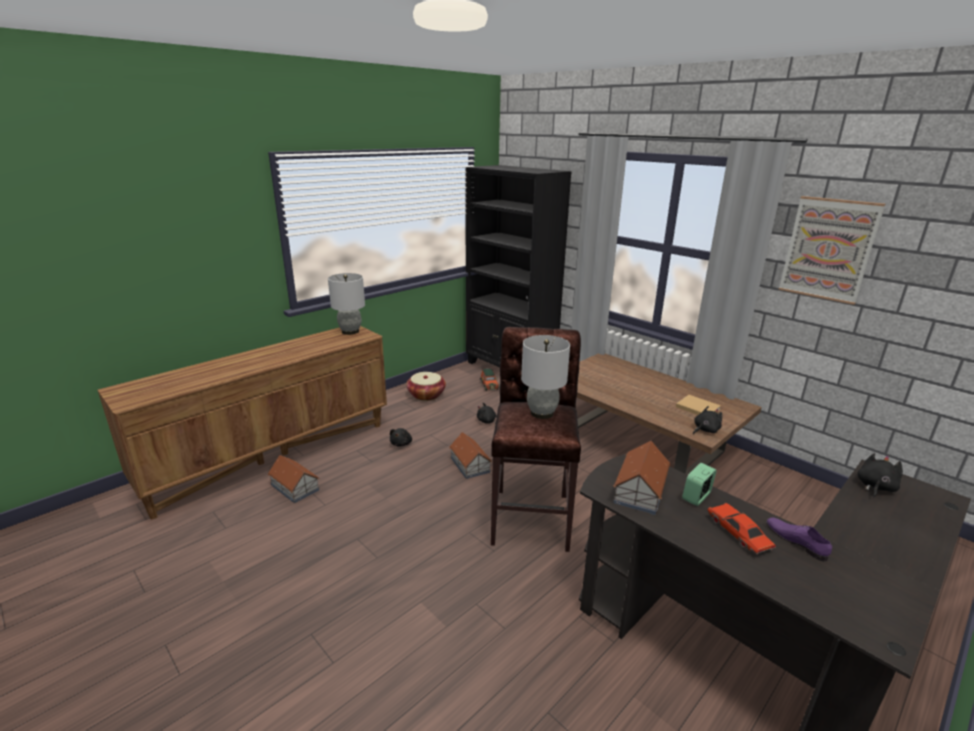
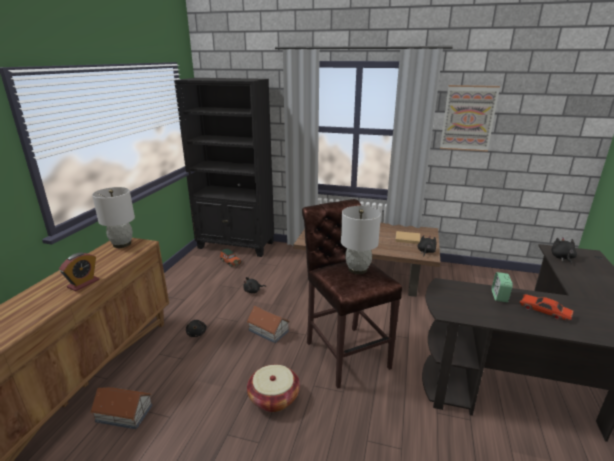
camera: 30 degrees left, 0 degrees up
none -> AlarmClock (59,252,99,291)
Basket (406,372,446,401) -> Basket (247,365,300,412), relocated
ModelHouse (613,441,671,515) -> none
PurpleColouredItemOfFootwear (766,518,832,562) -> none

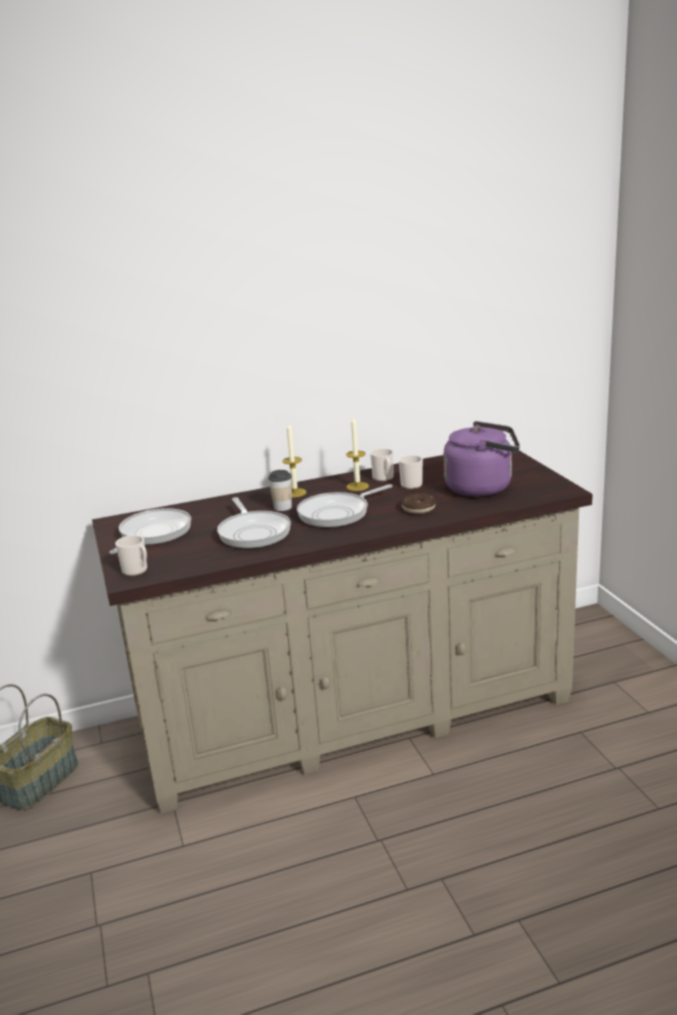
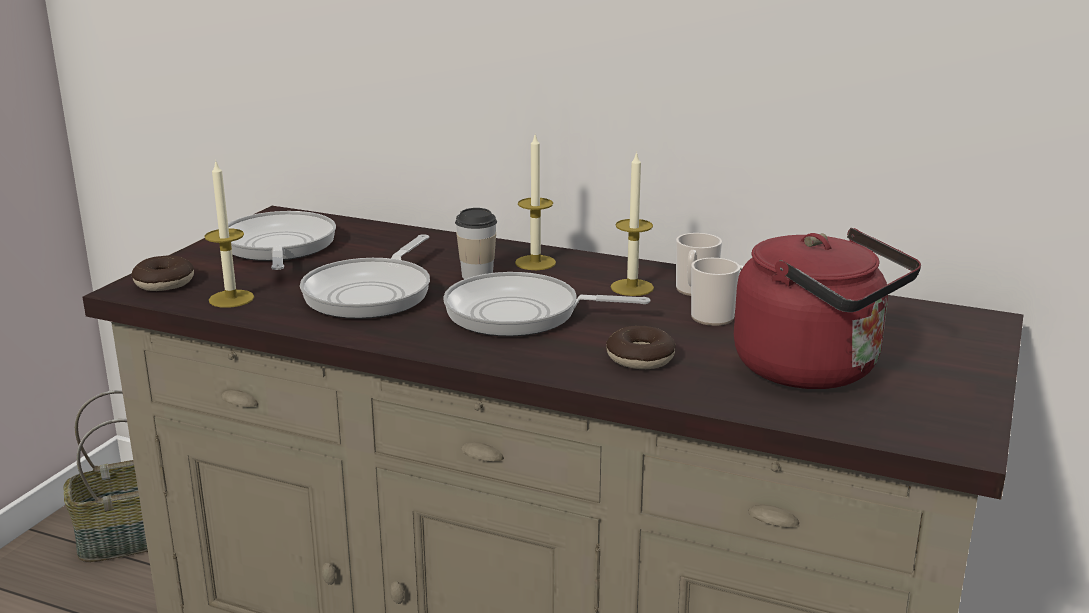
camera: 40 degrees right, 0 degrees up
TeaMug (115,535,147,576) -> RingDoughnut (131,256,194,291)
none -> WaxLight (204,159,254,308)
FryingPan (109,508,191,554) -> FryingPan (228,211,336,270), 75 degrees counterclockwise
PurpleColouredKettle (444,421,520,497) -> RedColouredKettle (734,228,921,389)

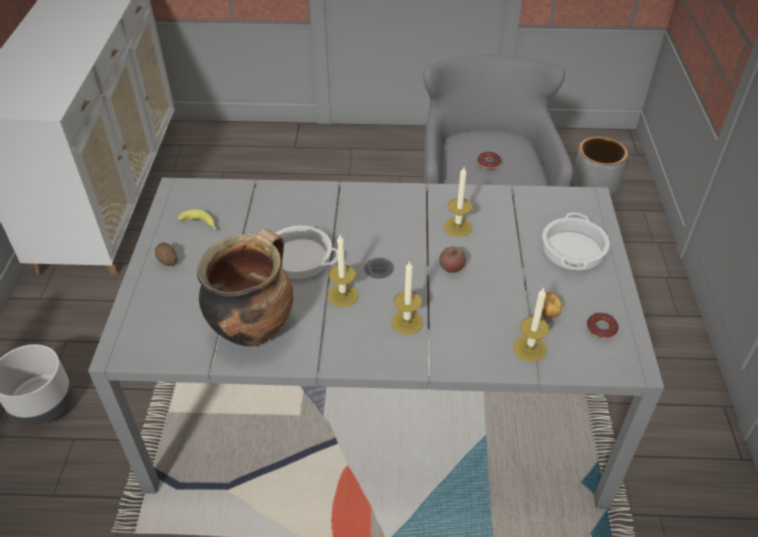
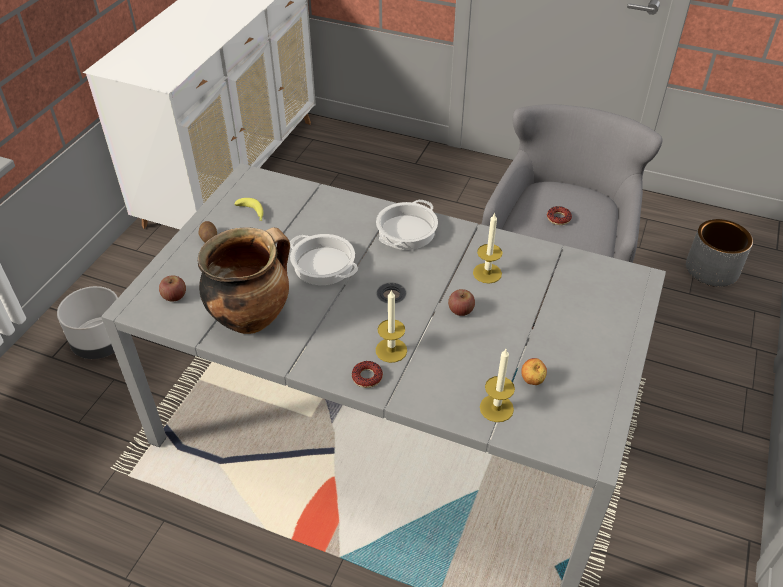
camera: 20 degrees right, 0 degrees up
none -> AppleFruit (159,275,186,302)
RingDoughnut (587,313,618,339) -> RingDoughnut (352,361,383,388), relocated
CookingPot (542,213,610,270) -> CookingPot (376,200,438,250), relocated
WaxLight (328,235,358,307) -> none

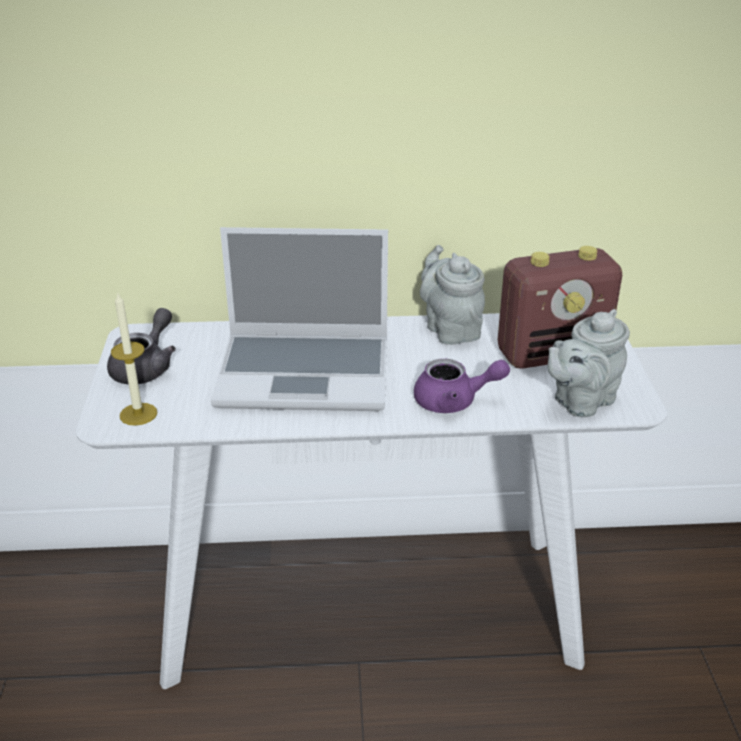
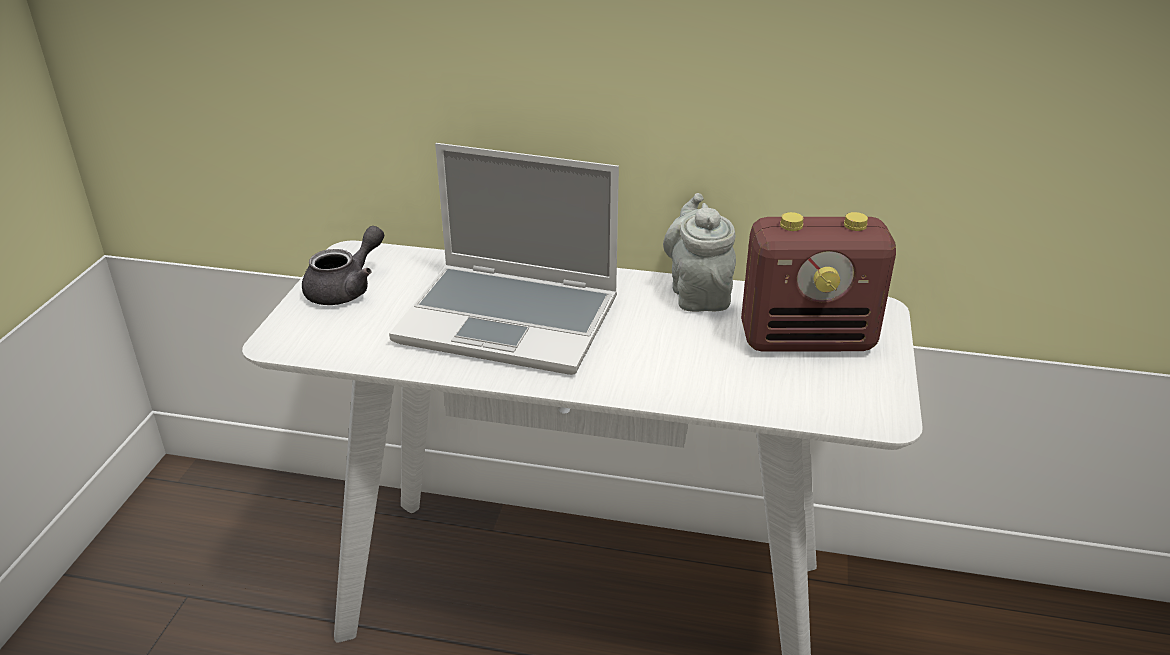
camera: 15 degrees right, 0 degrees up
WaxLight (111,293,157,426) -> none
PurpleColouredTeapot (414,359,510,413) -> none
GreyishTeapot (547,309,630,417) -> none

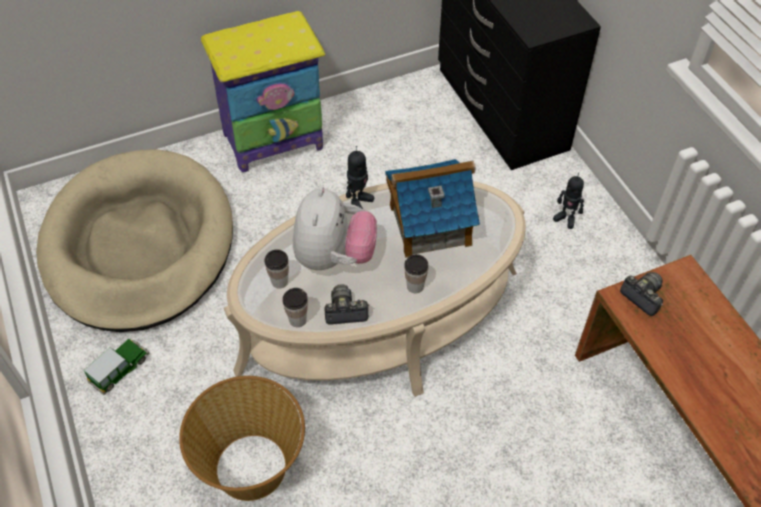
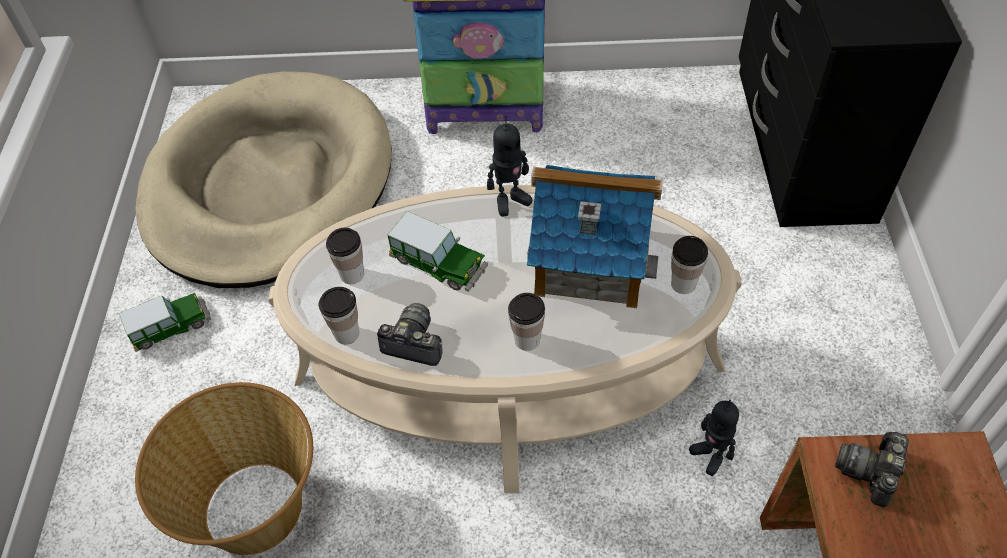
camera: 25 degrees right, 0 degrees up
SoftToy (293,186,377,270) -> ModelCar (388,211,488,292)
none -> SmallCup (671,236,708,294)
ToyRobot (553,172,584,229) -> ToyRobot (689,400,739,476), relocated
PhotoCamera (620,272,663,316) -> PhotoCamera (835,431,909,508), 135 degrees counterclockwise

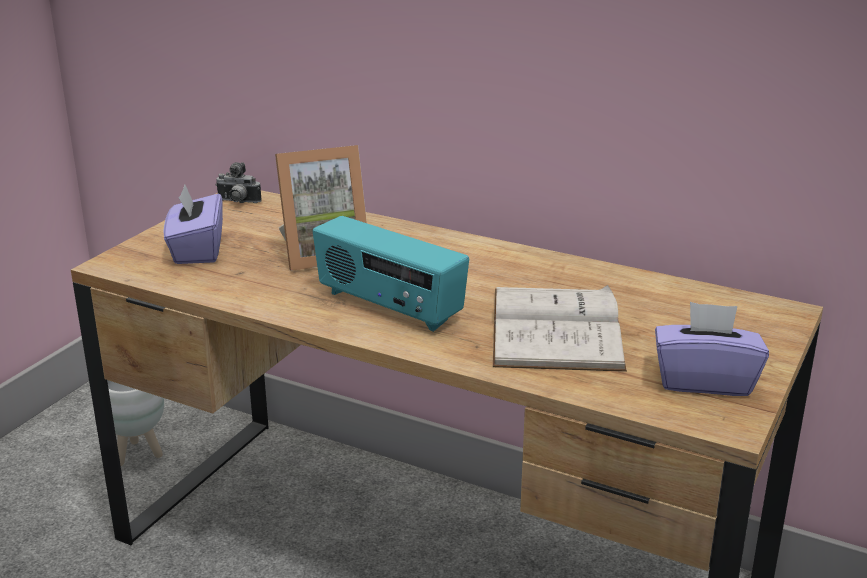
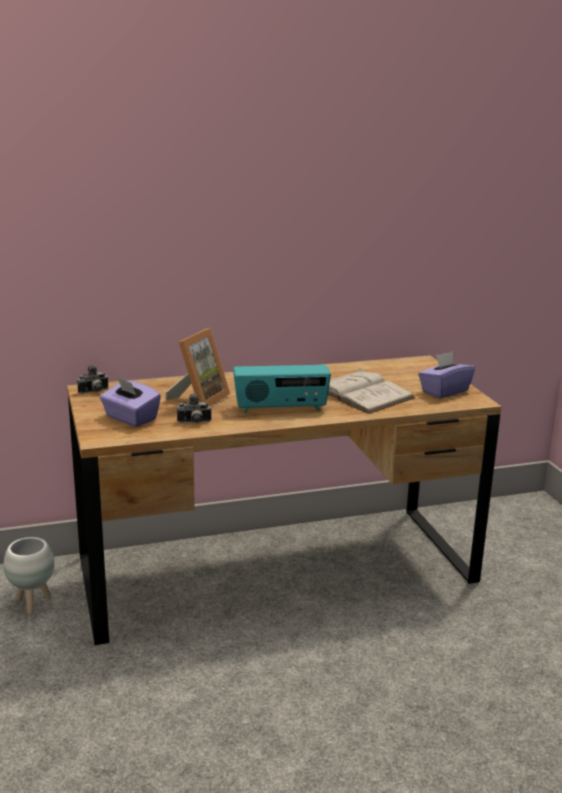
camera: 45 degrees left, 5 degrees down
none -> PhotoCamera (177,393,212,423)

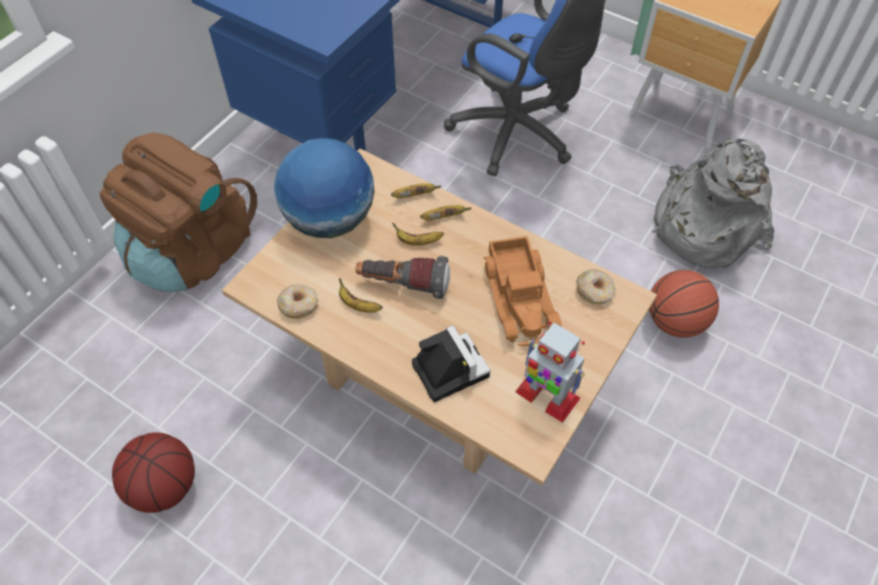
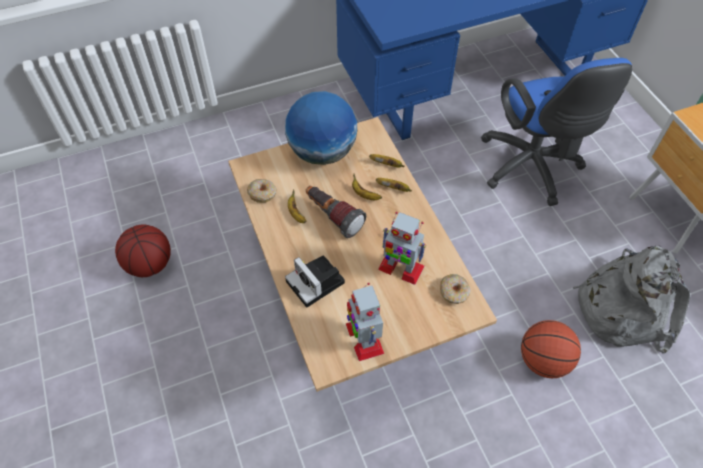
camera: 35 degrees right, 0 degrees up
PhotoCamera (412,325,490,402) -> PhotoCamera (285,255,345,307), 135 degrees clockwise
ToyTruck (483,236,562,346) -> ToyRobot (378,212,426,285)
BrownishKnapsack (100,132,257,292) -> none

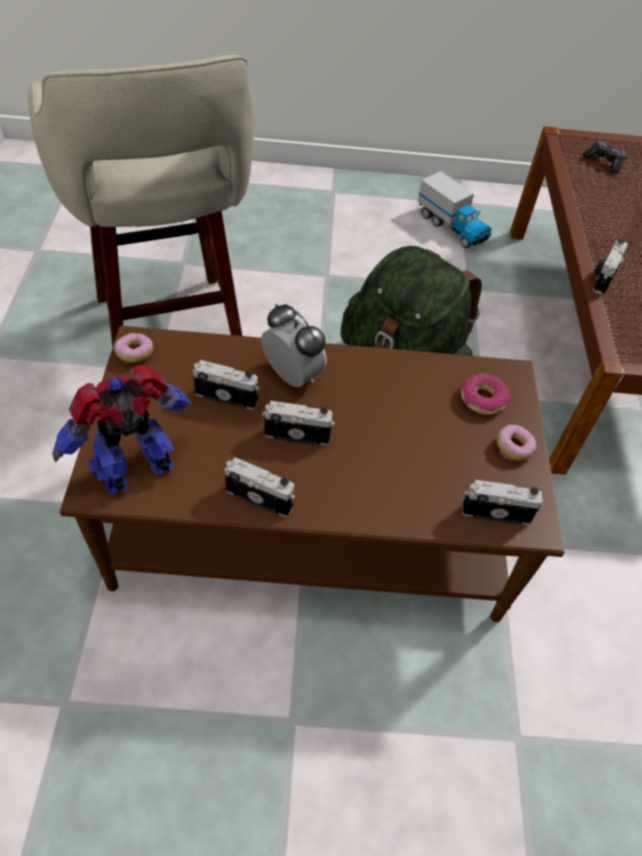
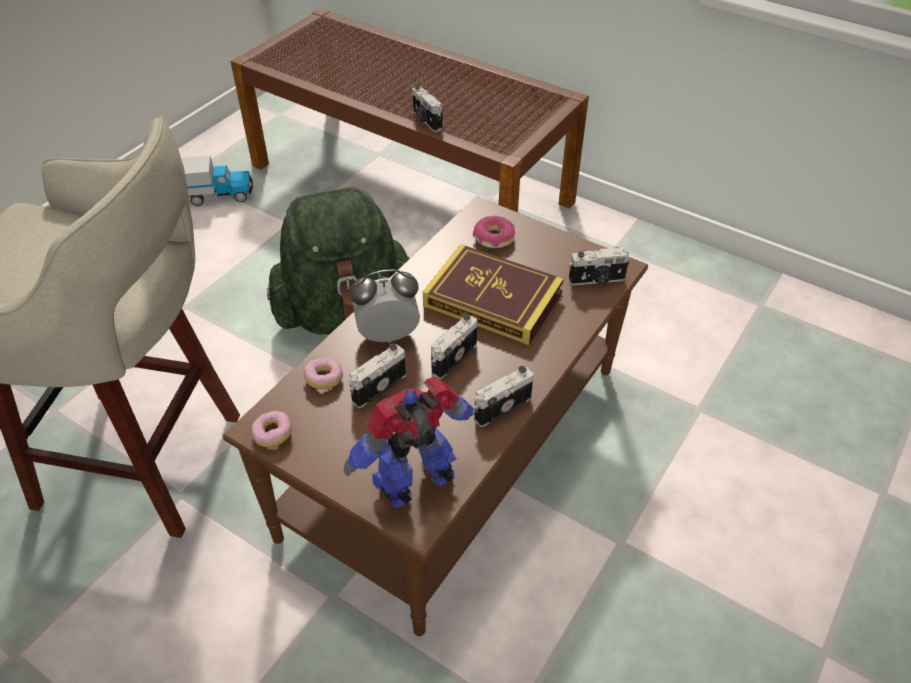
camera: 55 degrees left, 5 degrees down
RingDoughnut (497,425,537,461) -> RingDoughnut (303,358,343,389), relocated
ToyRobot (52,365,192,495) -> ToyRobot (344,377,474,508), 60 degrees clockwise
none -> BoundBook (423,244,564,345)
PhotoCamera (462,479,542,525) -> PhotoCamera (569,247,630,286), 135 degrees counterclockwise
Gamepad (583,140,627,174) -> none

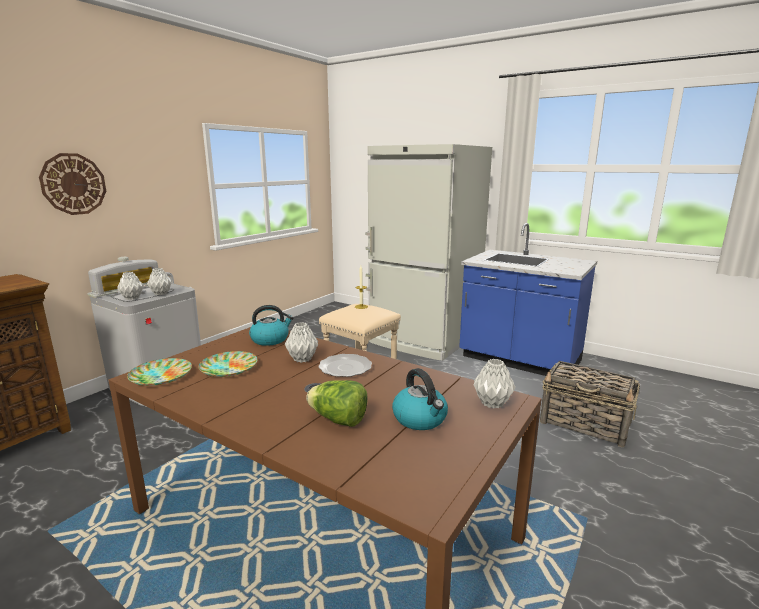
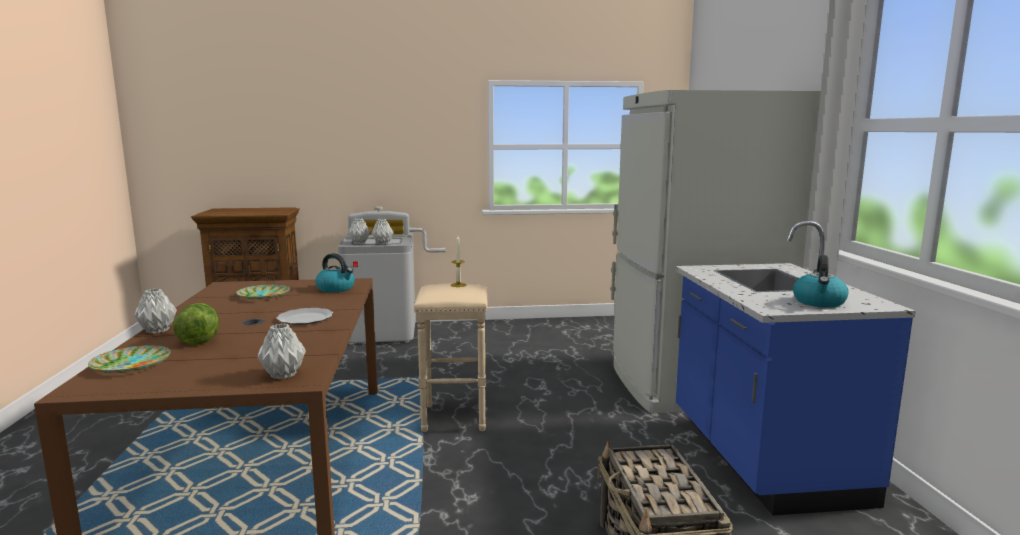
camera: 50 degrees right, 5 degrees down
DinnerPlate (127,358,192,386) -> DinnerPlate (88,345,171,373), relocated
GreyishDecorativeVase (285,322,318,363) -> GreyishDecorativeVase (134,289,177,334), relocated
Kettle (392,368,448,430) -> Kettle (793,255,849,307), relocated
HangingClock (39,153,106,215) -> none

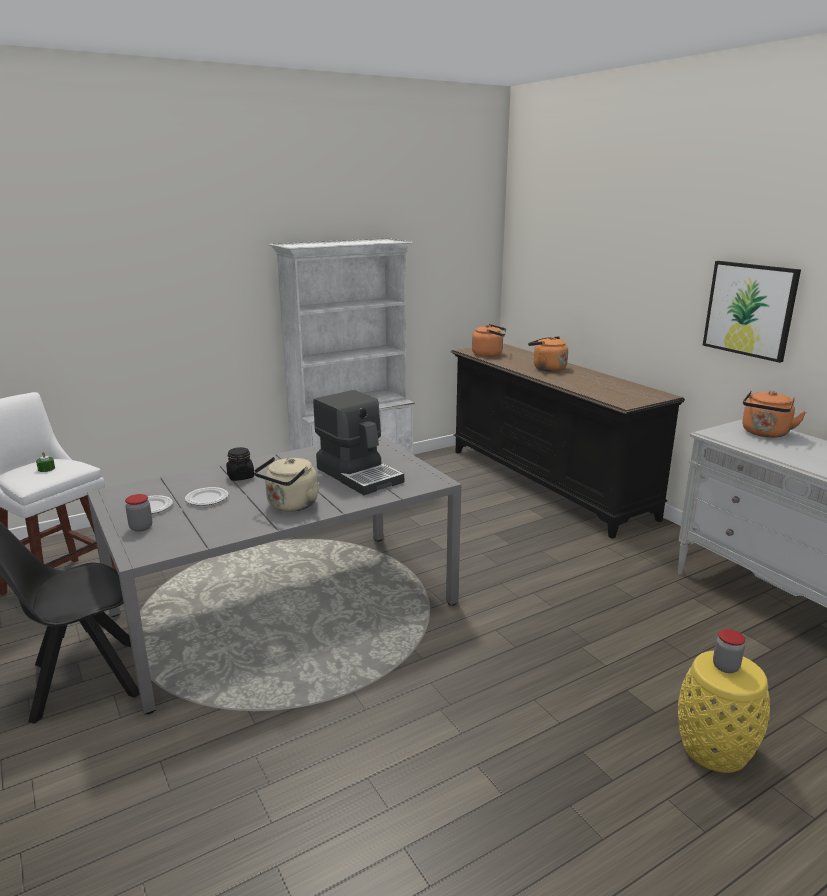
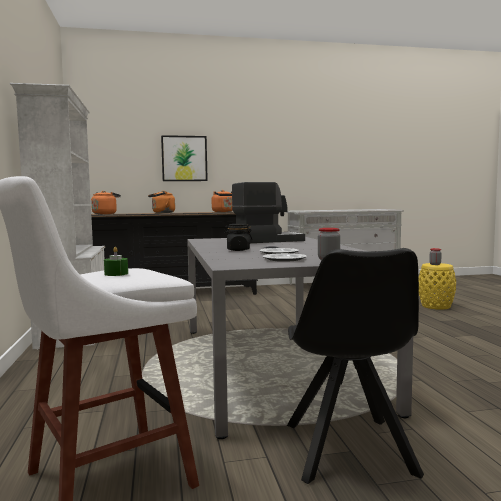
camera: 70 degrees left, 15 degrees down
Picture (703,261,801,363) -> Picture (161,135,208,181), relocated
OrangeyKettle (742,390,806,438) -> OrangeyKettle (212,190,232,212), relocated
BeigeKettle (254,457,320,512) -> none

